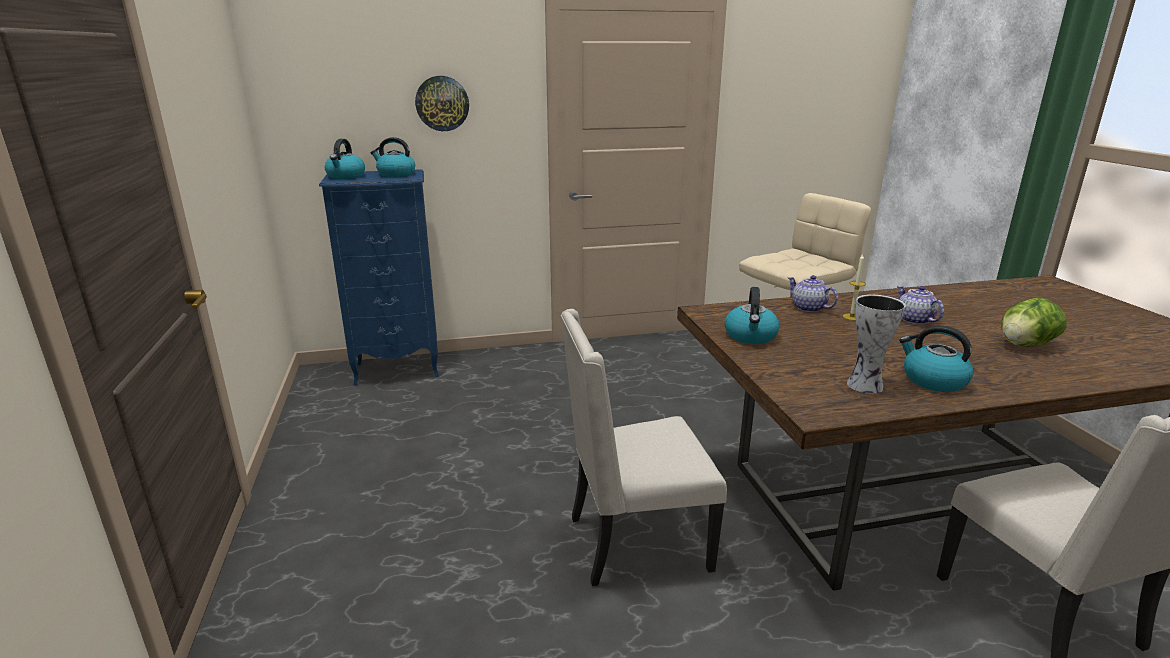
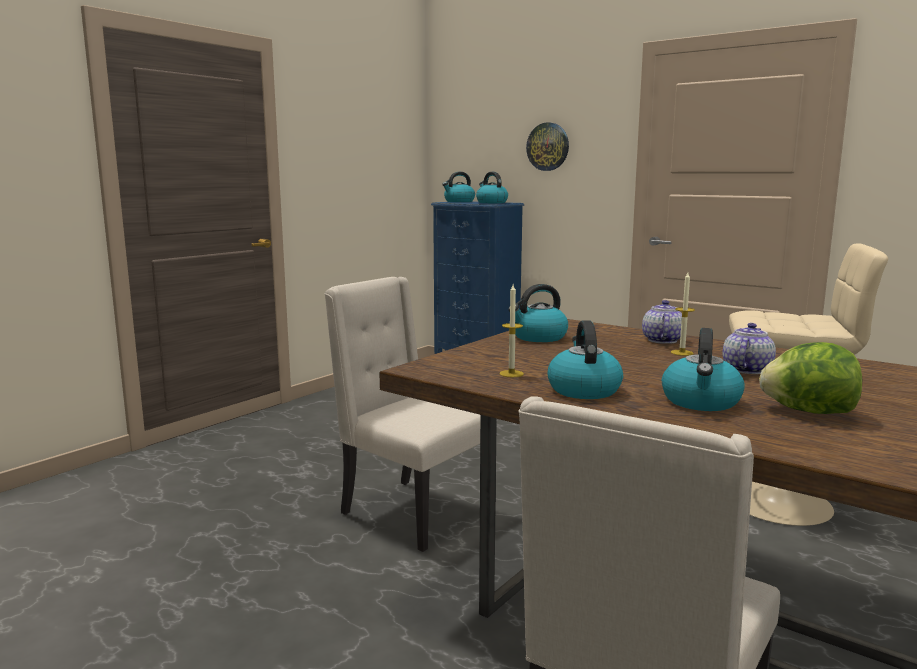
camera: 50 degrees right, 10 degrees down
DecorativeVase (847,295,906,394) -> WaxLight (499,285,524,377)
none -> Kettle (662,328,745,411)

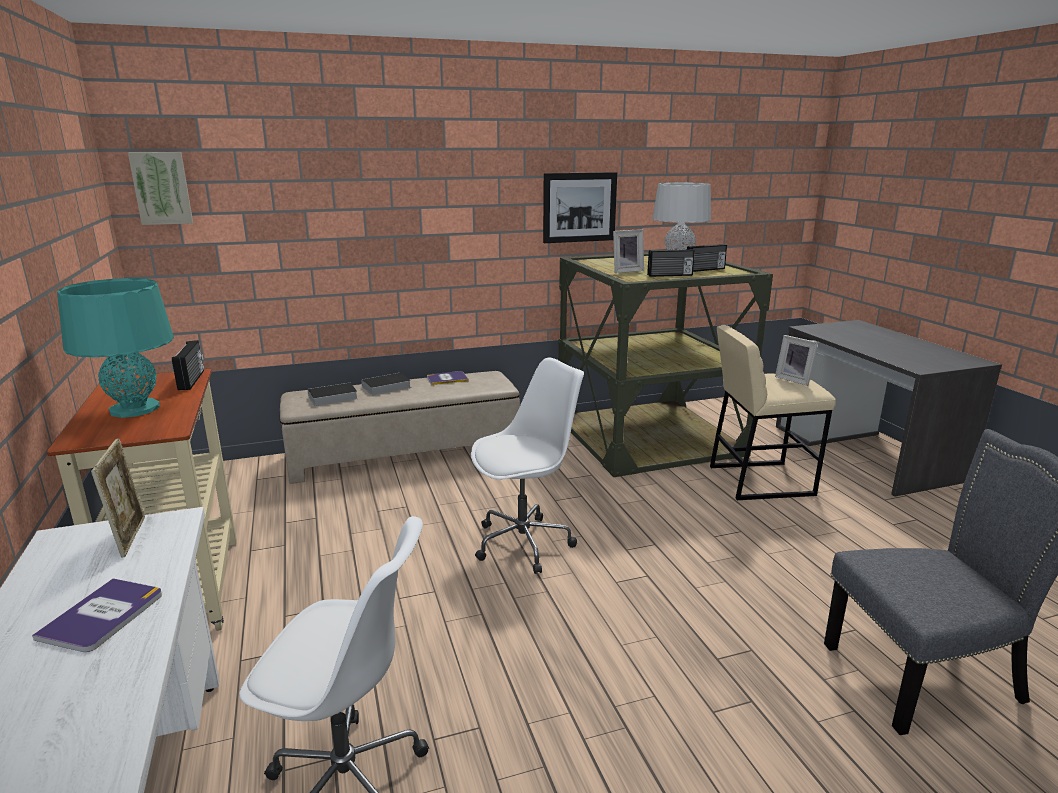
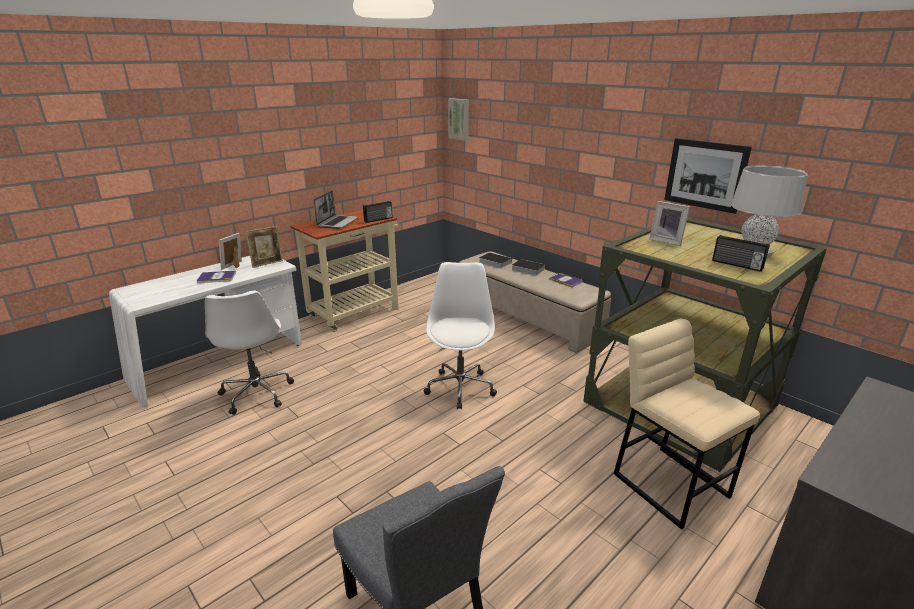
camera: 65 degrees right, 5 degrees up
PictureFrame (775,335,818,386) -> PictureFrame (219,233,242,270), relocated
TurquoiseLampForATable (57,278,174,418) -> NotebookComputer (314,190,358,229)
WhiteDeskChair (471,358,584,574) -> WhiteDeskChair (423,262,497,409), 120 degrees counterclockwise
RadioReceiver (647,249,695,277) -> none

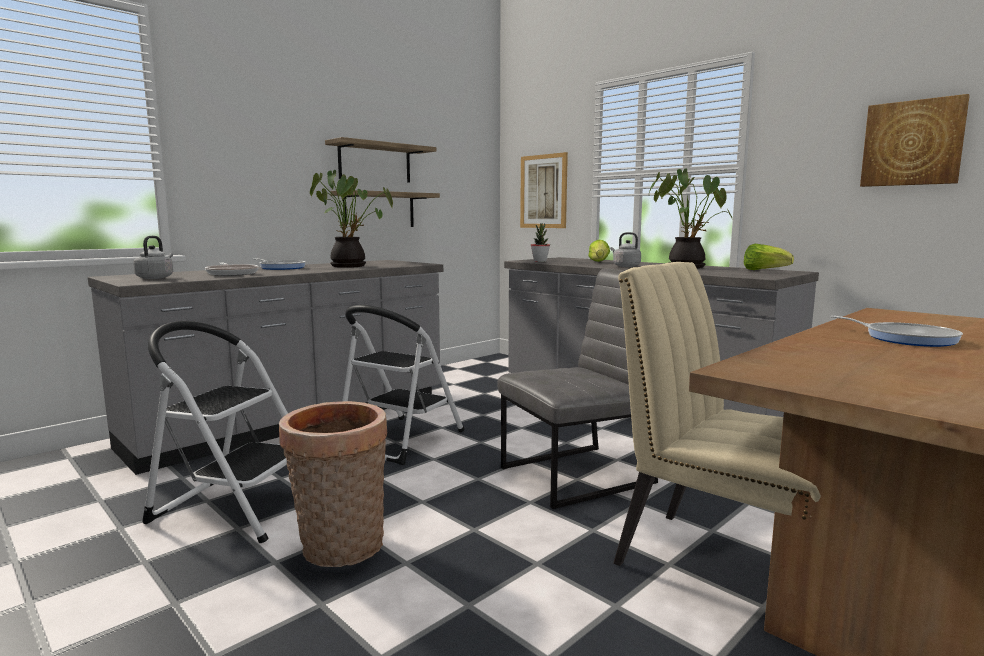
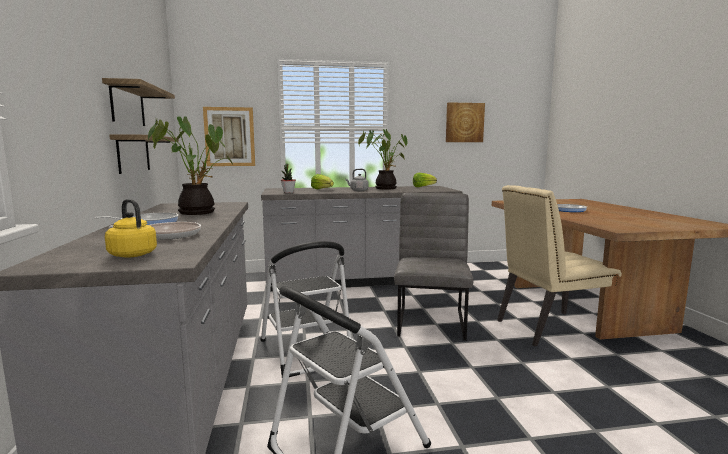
camera: 55 degrees left, 0 degrees up
GreyishKettle (133,236,173,279) -> YellowColouredKettle (105,199,157,258)
Basket (279,401,387,567) -> none

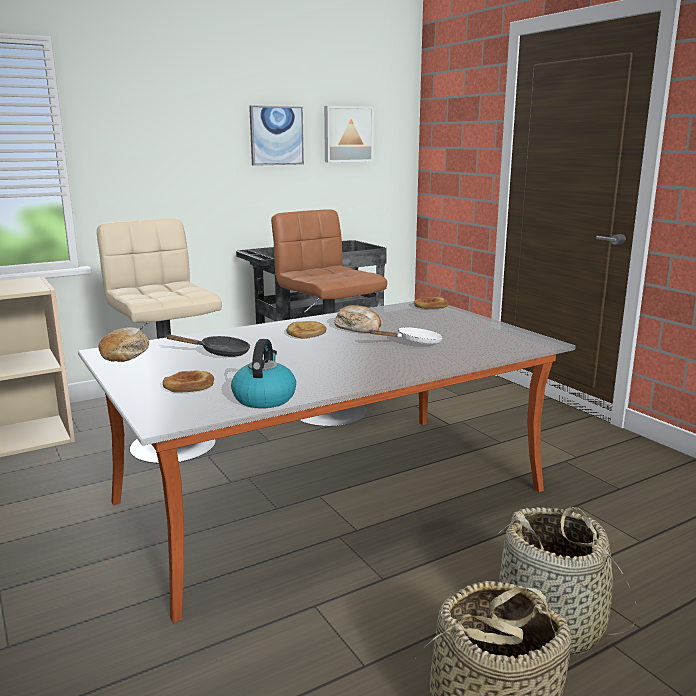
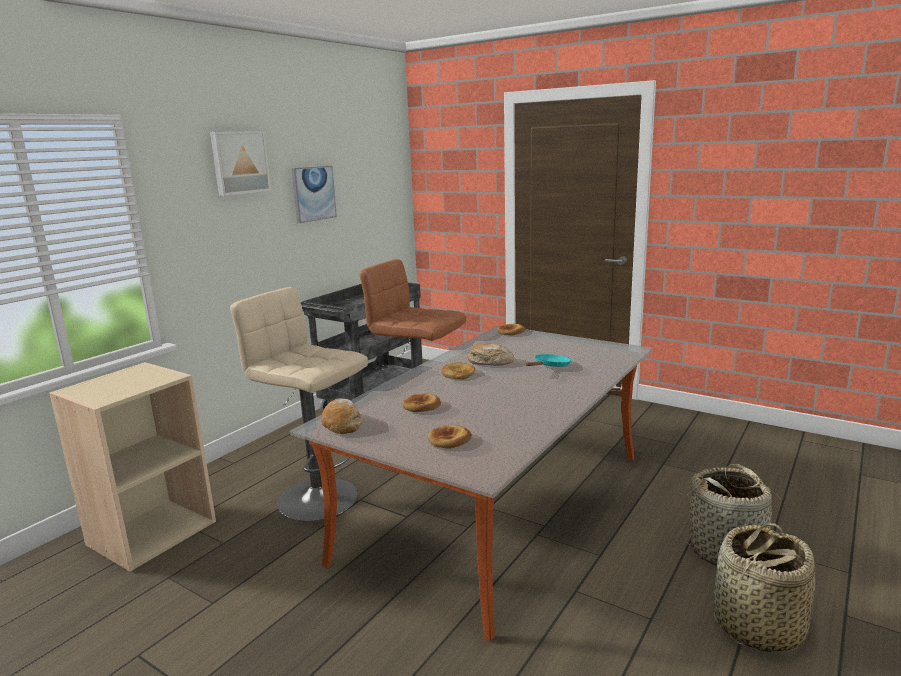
camera: 25 degrees left, 0 degrees up
Picture (324,106,374,162) -> Picture (210,131,271,196), relocated
BlackColouredFryingPan (165,335,250,357) -> Bread (402,394,441,412)
WhiteFryingPan (369,327,443,345) -> TurquoiseFryingPan (526,354,572,367)
Kettle (231,339,296,408) -> none

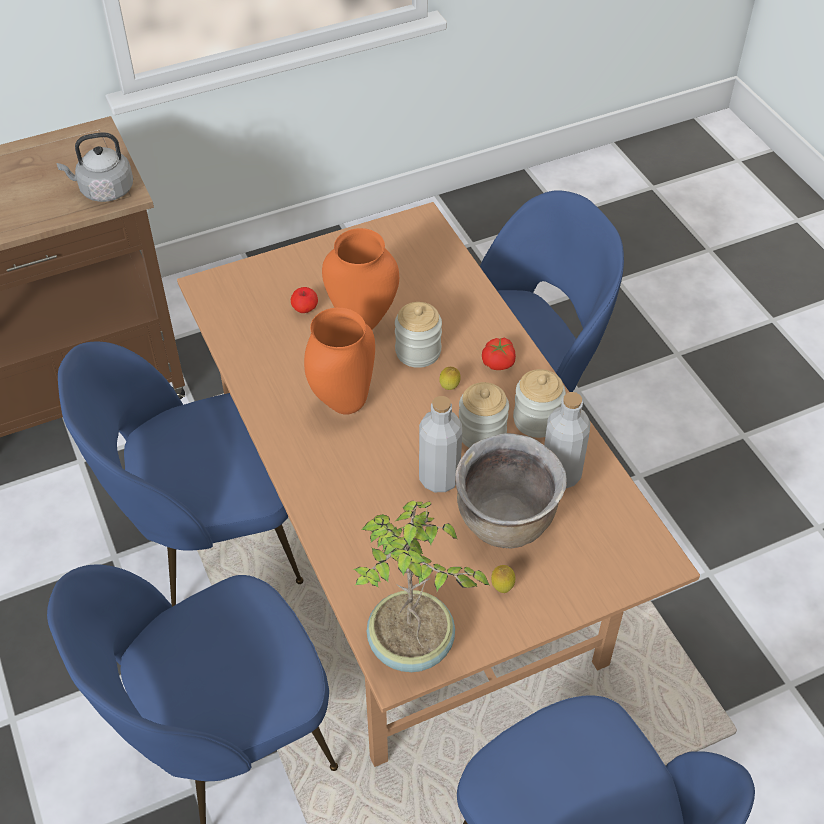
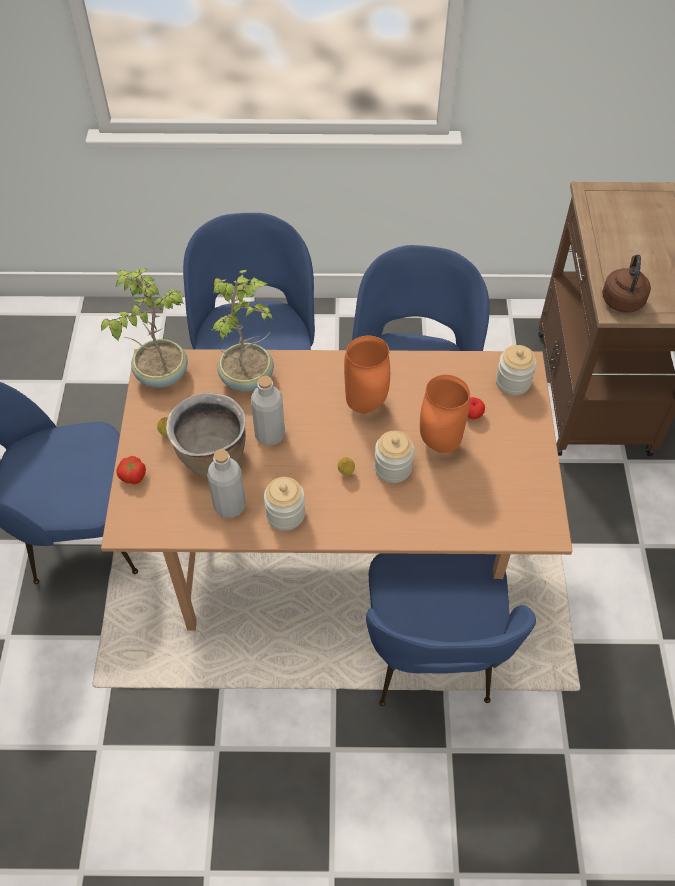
camera: 115 degrees right, 5 degrees up
Tomato (482,338,516,370) -> Tomato (116,456,146,484), relocated
none -> PlantInAPot (211,270,274,392)
StorageJar (459,382,509,448) -> StorageJar (496,345,537,395), relocated
GreyishKettle (57,132,133,202) -> BrownishKettle (602,254,651,313)

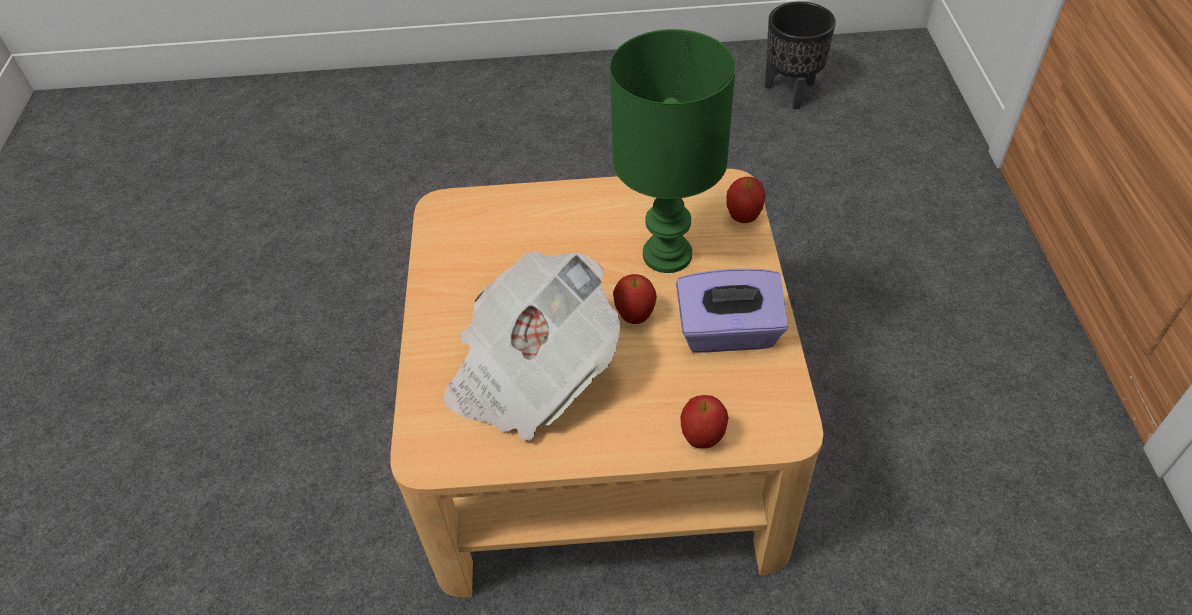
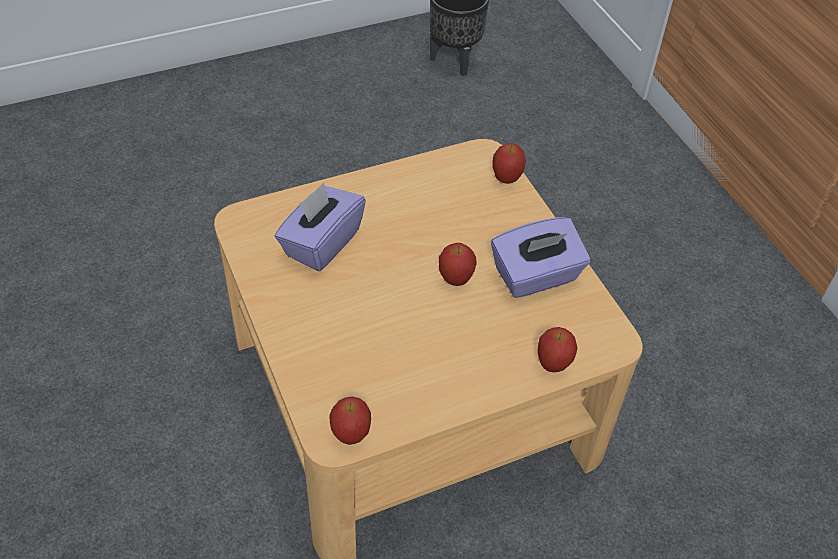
camera: 25 degrees left, 0 degrees up
none -> PurpleColouredBoxOfTissues (275,182,366,271)
none -> AppleFruit (329,396,371,445)
DailyPaper (444,251,620,441) -> none
GreenishLampForATable (610,29,736,273) -> none

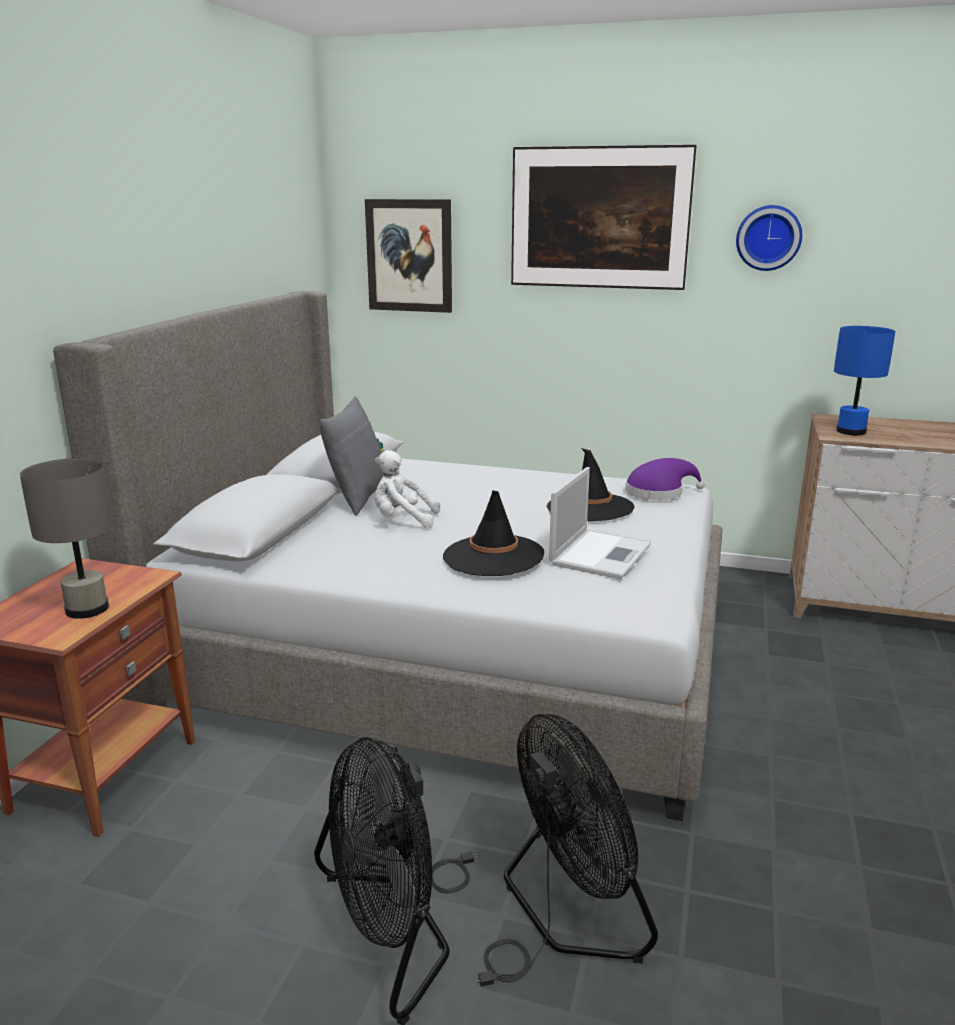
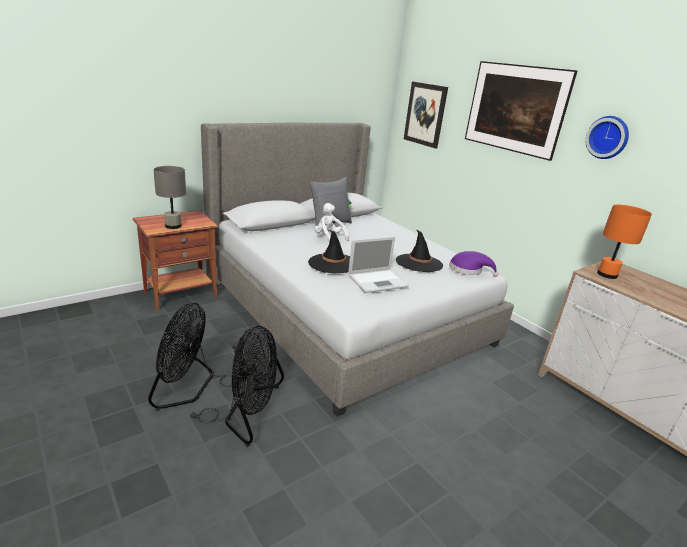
camera: 35 degrees right, 5 degrees up
BlueLampForATable (834,326,895,435) -> OrangeyLampForATable (597,205,652,279)

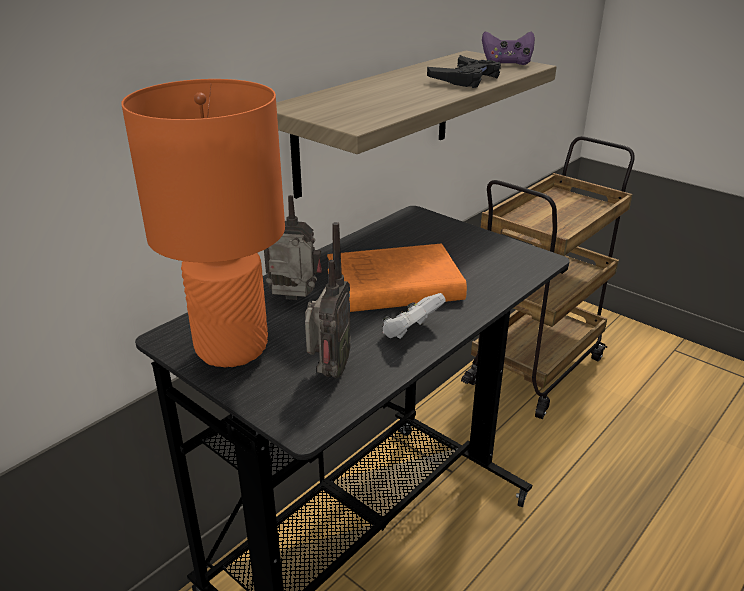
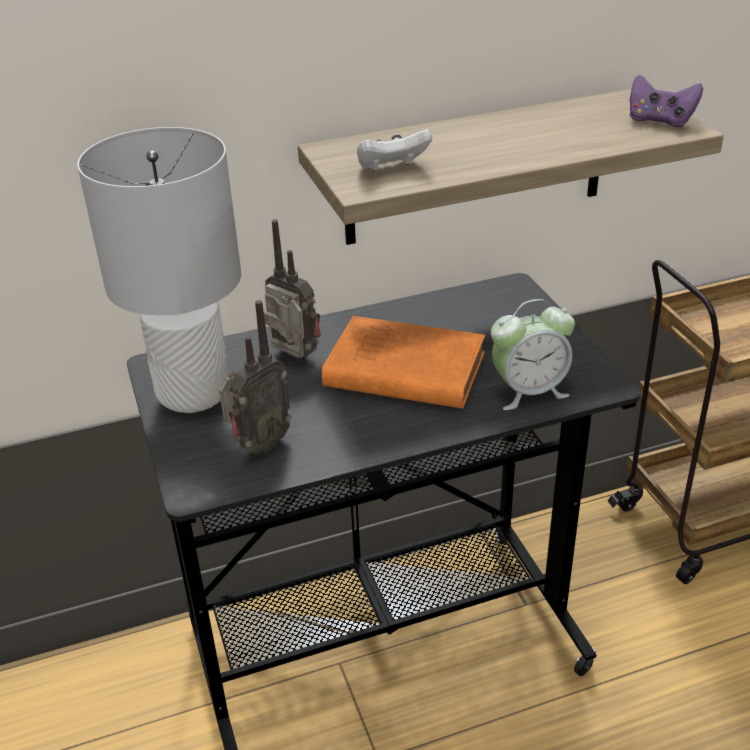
camera: 30 degrees right, 5 degrees up
OrangeyLampForATable (121,79,285,367) -> GreyishLampForATable (77,127,241,413)
WhiteGamepad (382,293,446,339) -> WhiteGamepad (357,129,432,171), relocated
none -> AlarmClock (491,299,575,410)
BlackColouredGamepad (427,55,501,88) -> none

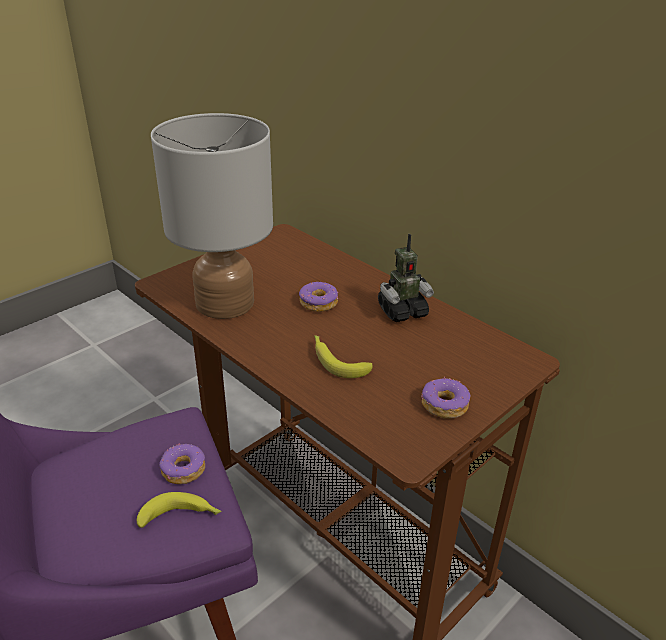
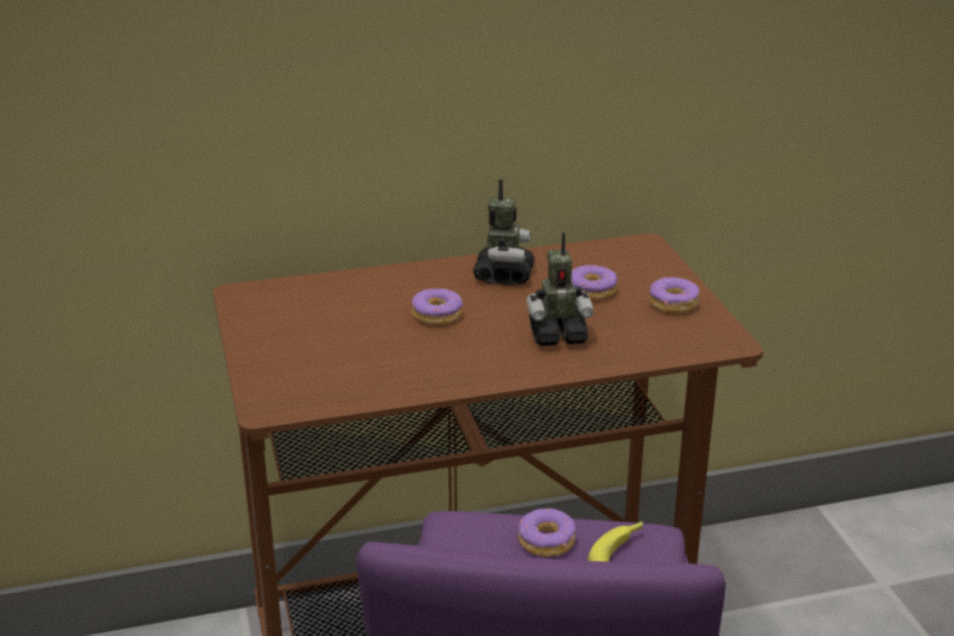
camera: 60 degrees left, 5 degrees down
WholeBanana (314,335,372,378) -> ToyRobot (526,232,593,346)
none -> RingDoughnut (571,265,617,300)
GreyishLampForATable (151,113,273,319) -> none

